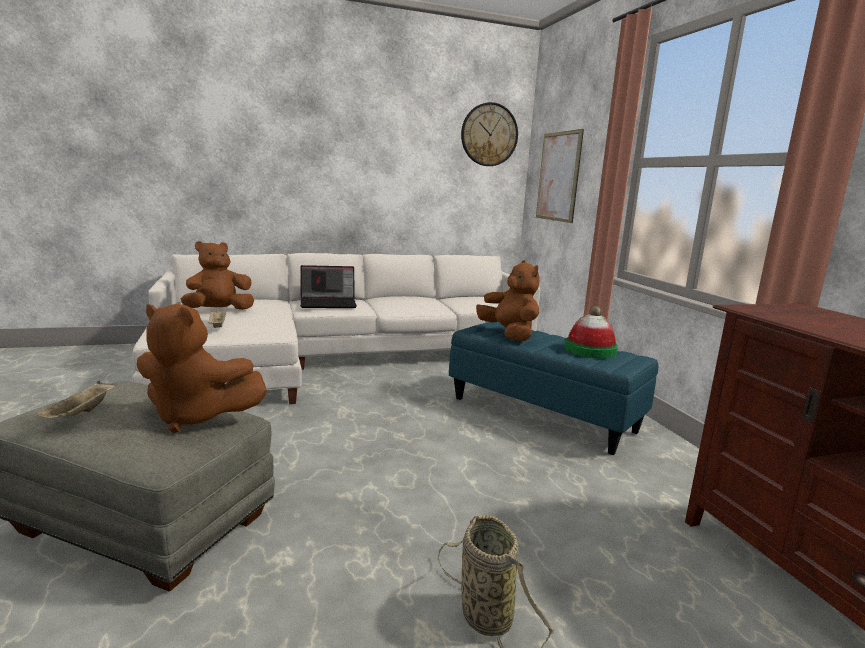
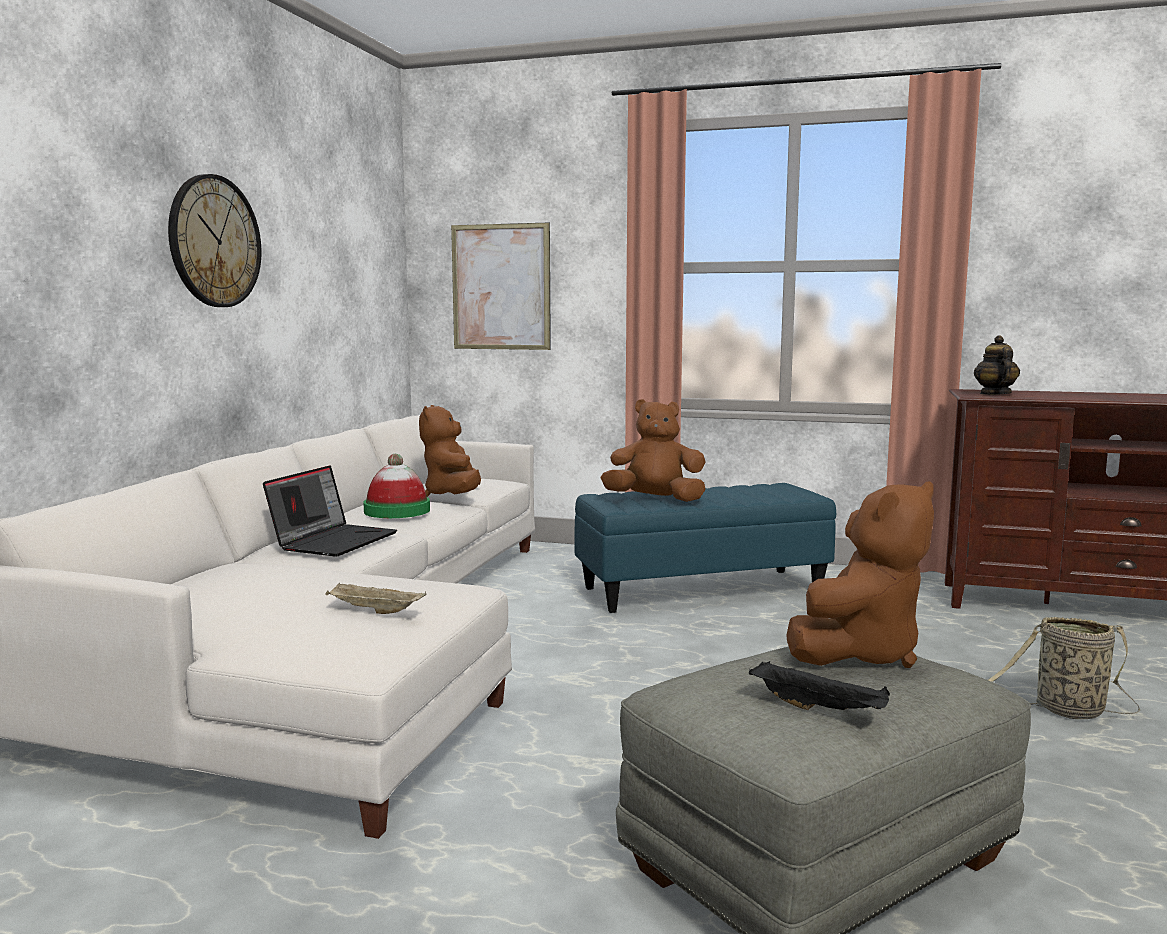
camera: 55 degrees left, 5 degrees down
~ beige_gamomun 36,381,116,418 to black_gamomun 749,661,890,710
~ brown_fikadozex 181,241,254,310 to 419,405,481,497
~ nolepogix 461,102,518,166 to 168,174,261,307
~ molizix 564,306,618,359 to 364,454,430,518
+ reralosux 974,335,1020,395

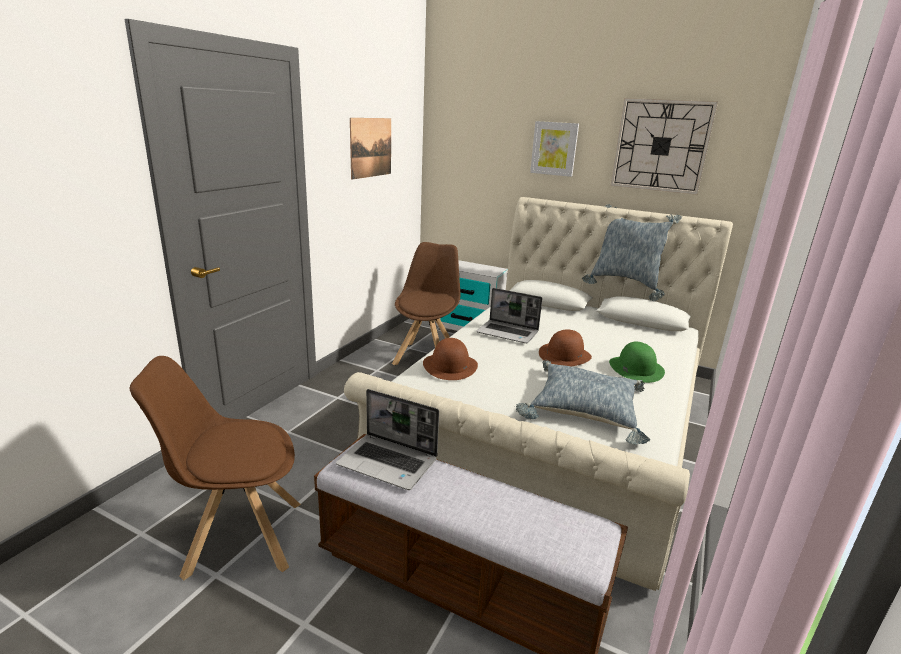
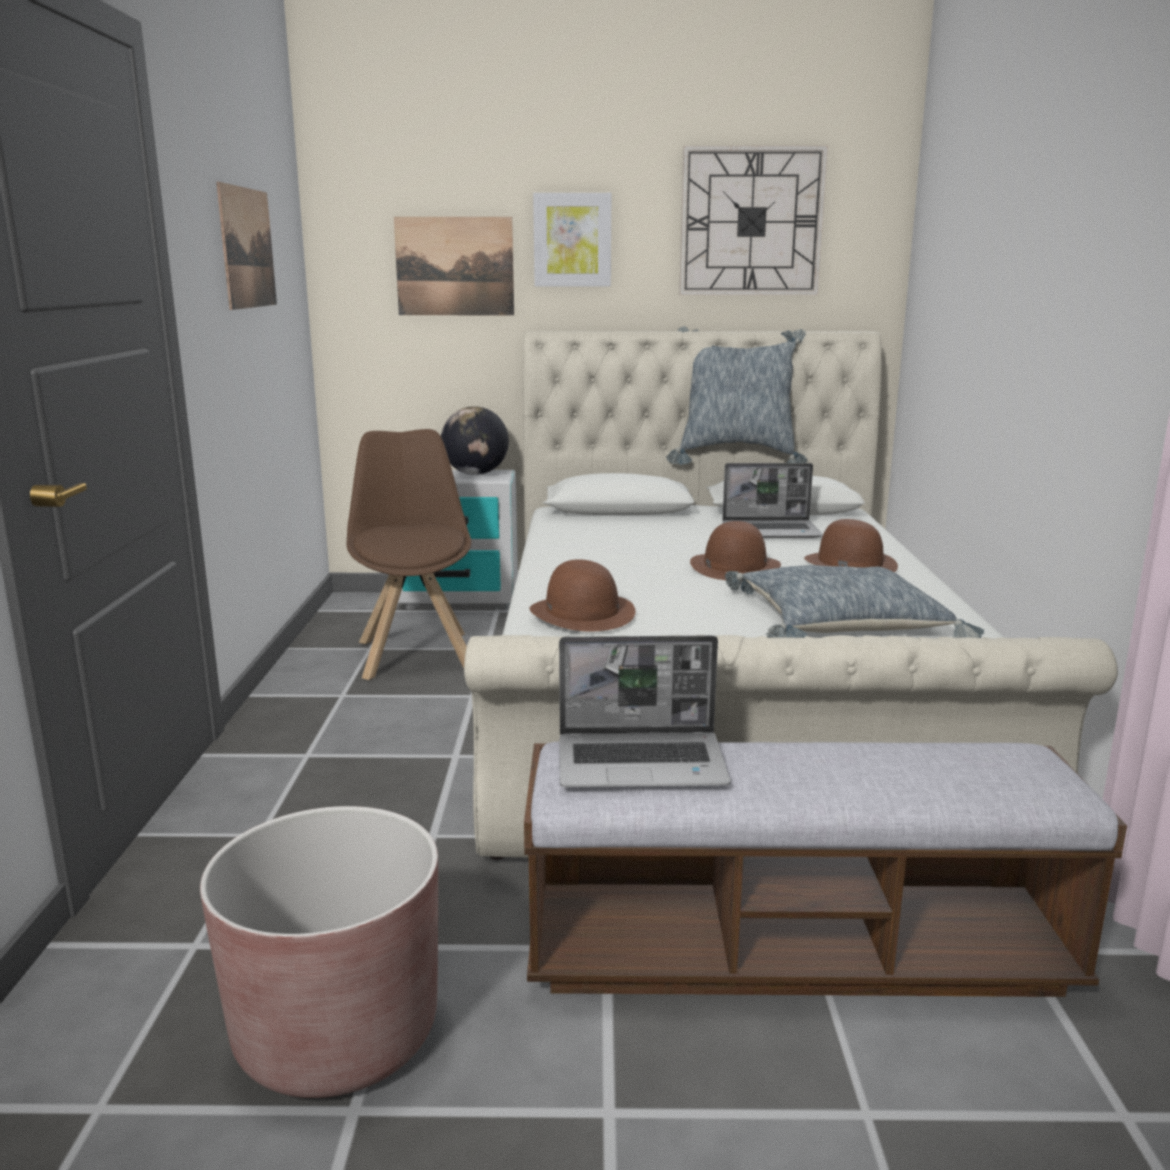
camera: 25 degrees left, 5 degrees down
~ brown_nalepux 130,356,301,580 to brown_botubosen 200,806,438,1098
~ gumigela 476,288,542,343 to 722,463,823,538
~ green_molizix 609,342,665,383 to brown_molizix 804,519,898,572
+ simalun 394,217,514,315
+ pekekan 441,406,509,475

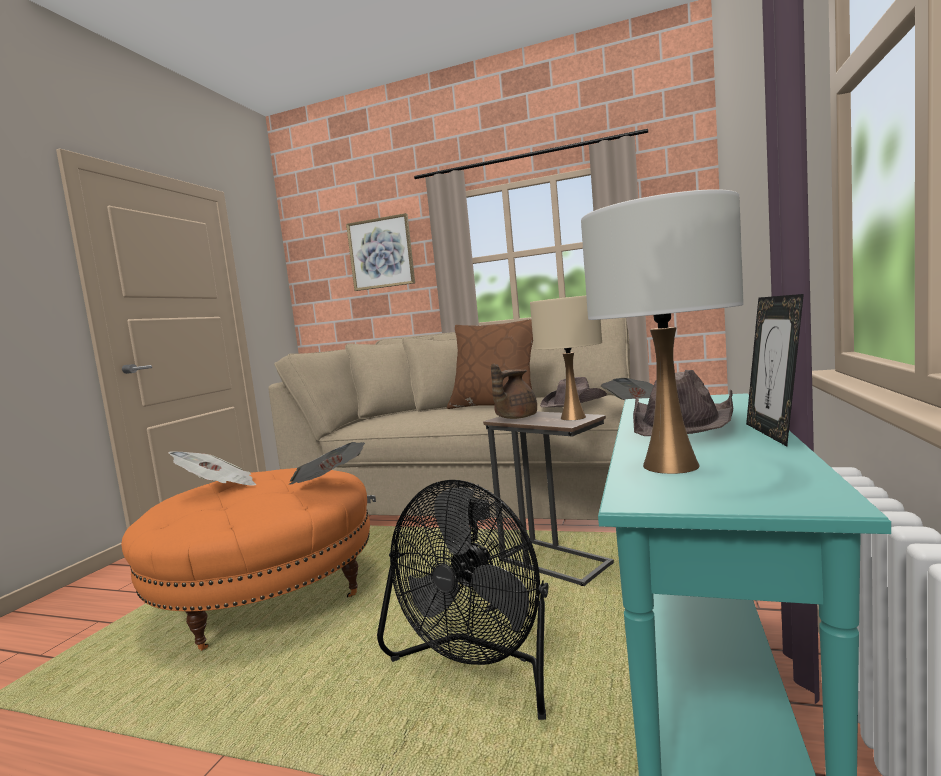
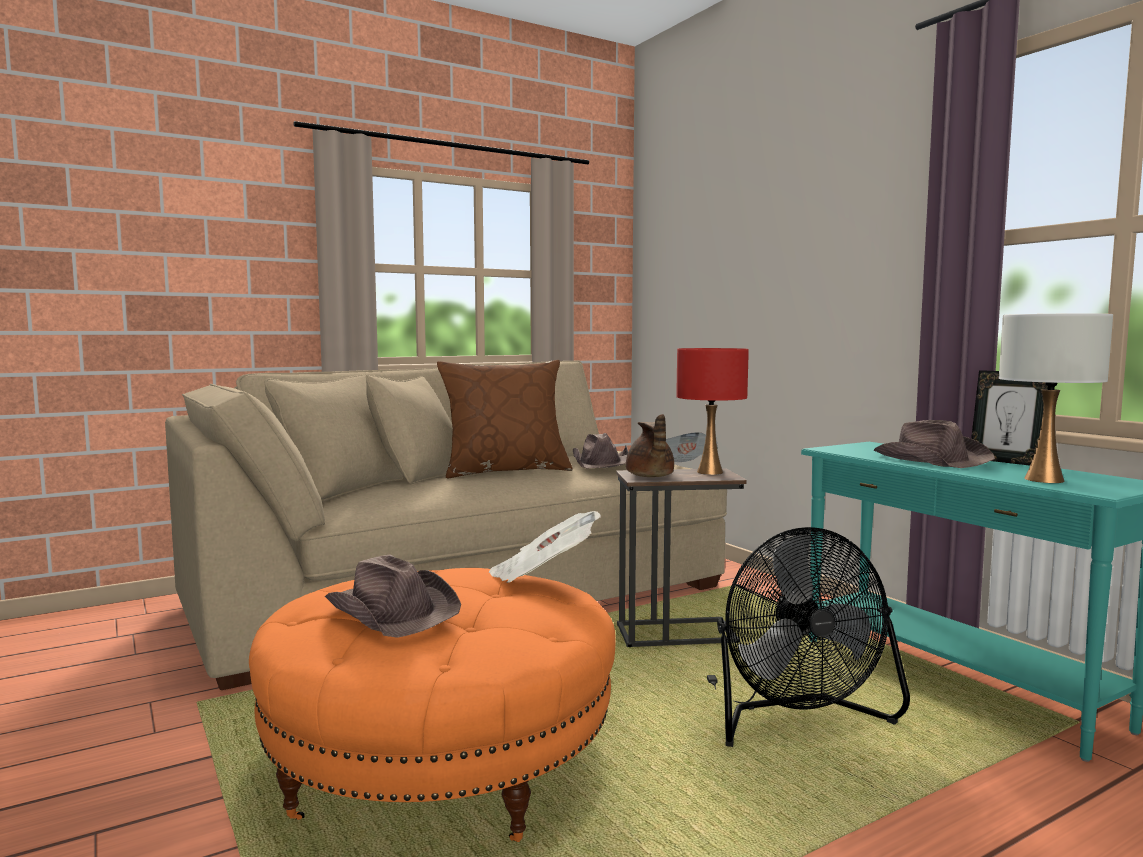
camera: 50 degrees left, 0 degrees up
~ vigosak 168,451,256,486 to brown_molizix 325,555,461,638
- simalun 346,213,415,291
~ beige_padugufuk 530,296,602,420 to red_padugufuk 676,348,749,475

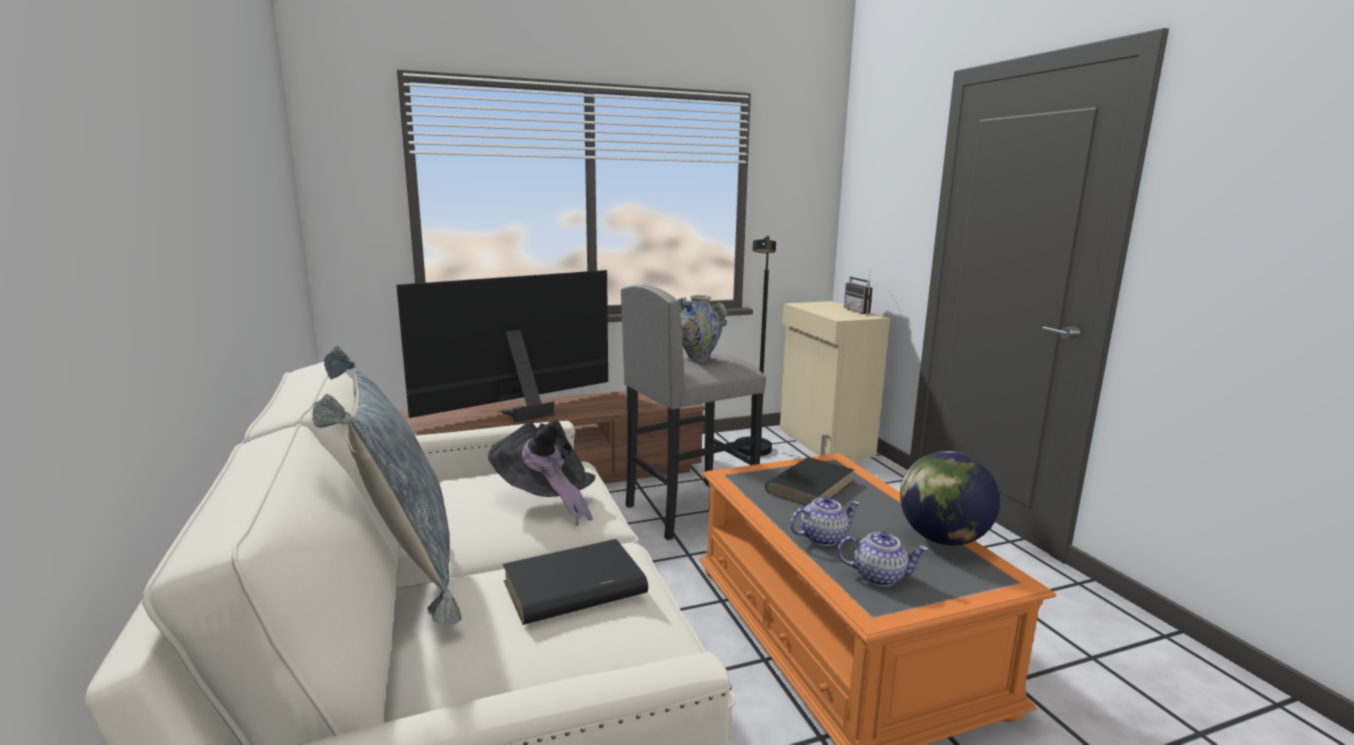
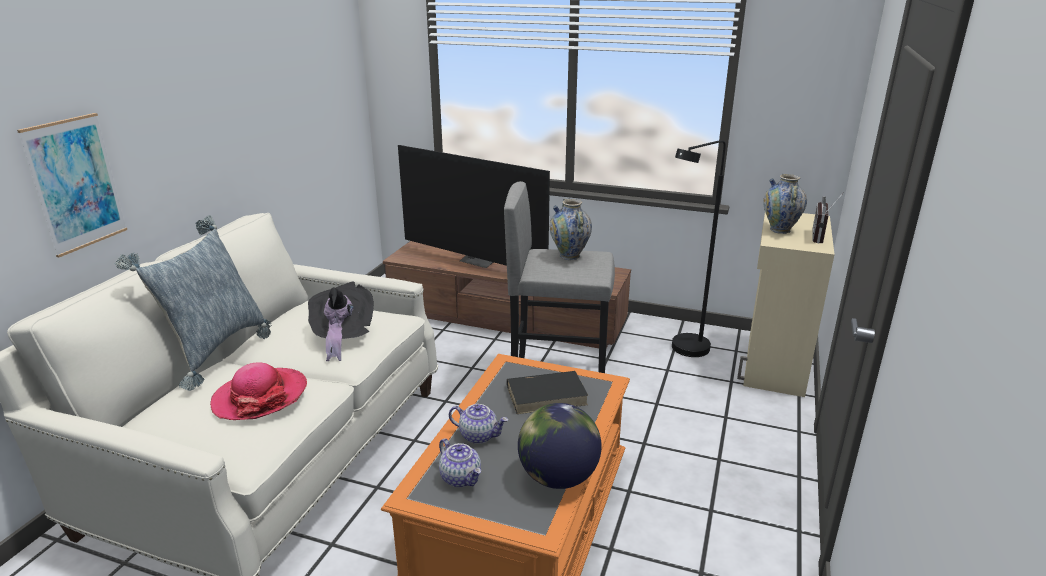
camera: 40 degrees right, 10 degrees up
~ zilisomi 396,270,608,422 = 398,145,550,268 150 degrees counterclockwise
~ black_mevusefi 503,539,648,625 to molizix 210,362,307,420
+ simalun 17,113,127,257
+ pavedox 763,174,807,234

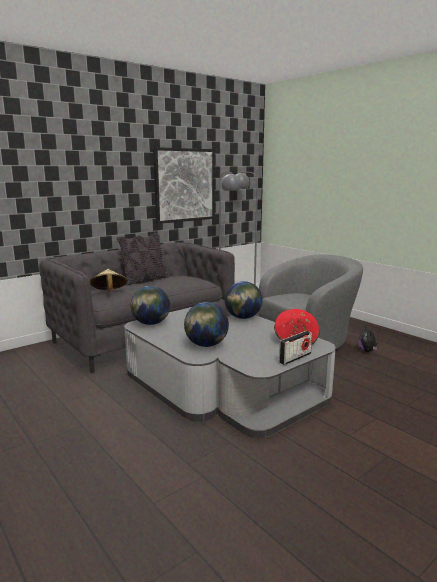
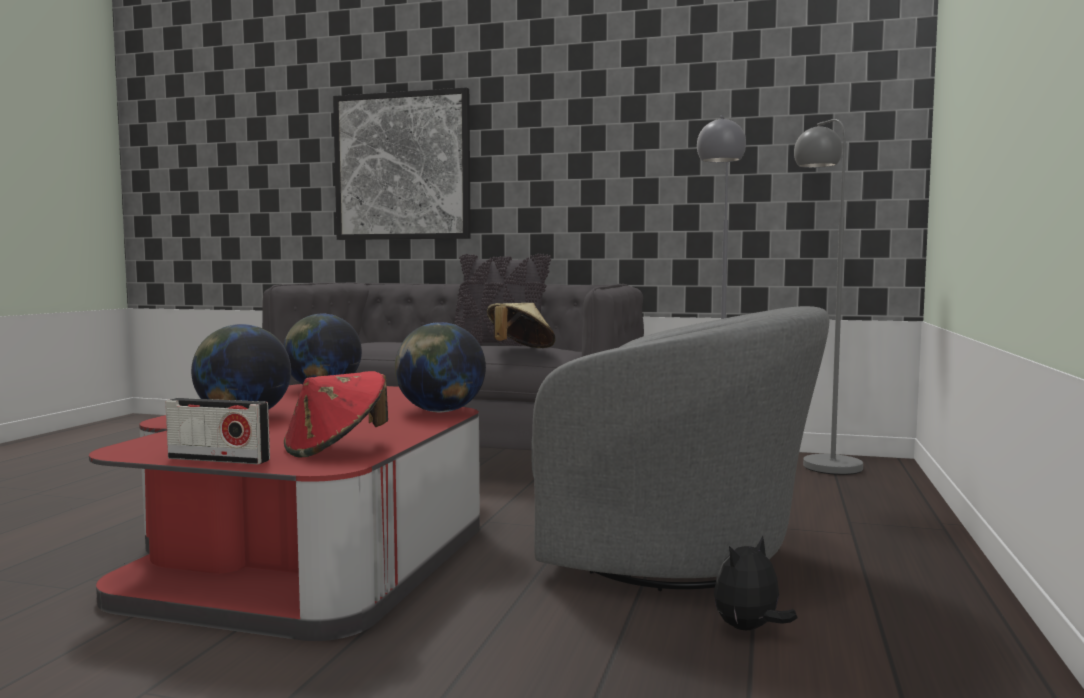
camera: 55 degrees right, 10 degrees down
~ beige_molizix 90,269,128,292 to 487,303,556,348
~ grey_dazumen 124,307,336,438 to red_dazumen 89,384,480,641
~ simalun 153,147,215,224 to 333,87,471,240

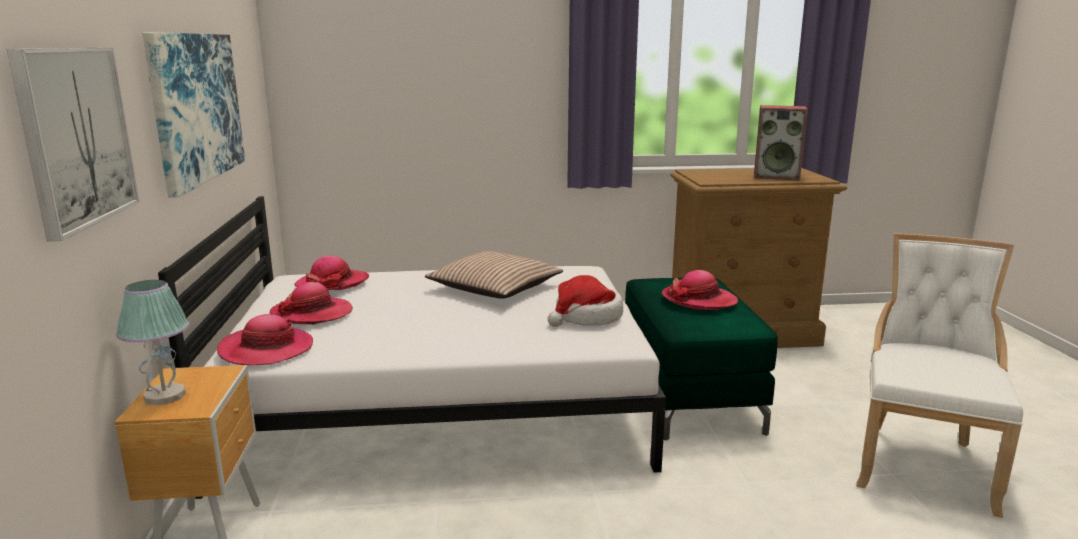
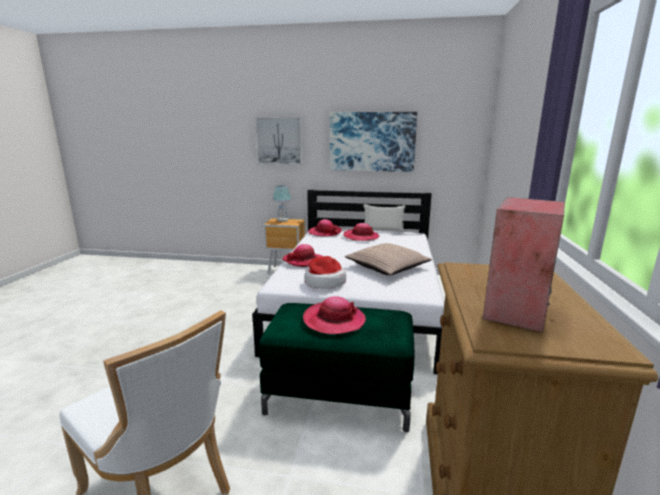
camera: 105 degrees right, 0 degrees up
~ molizix 294,256,369,290 to 283,244,324,267
+ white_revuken 363,204,405,232

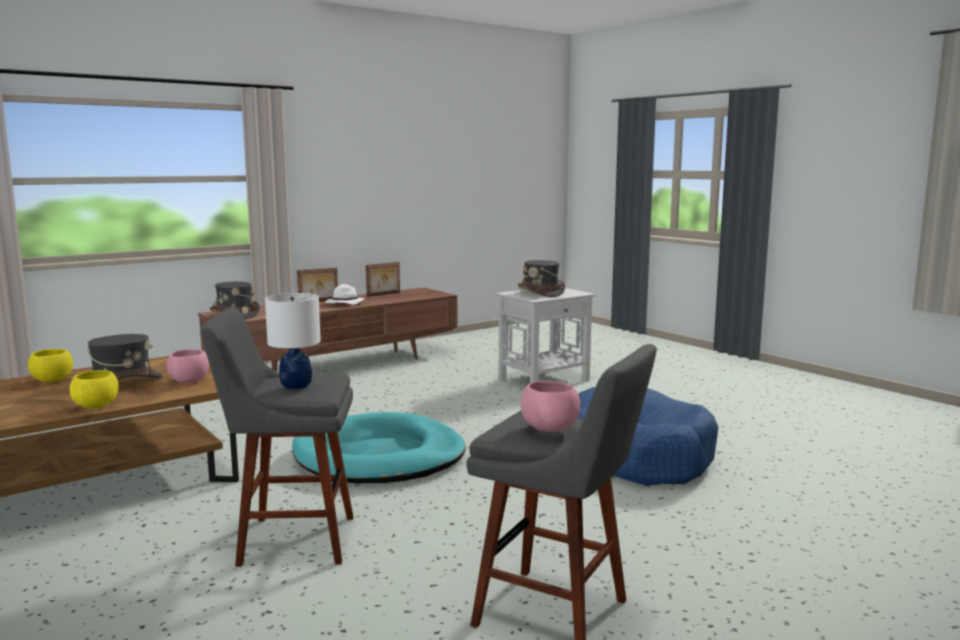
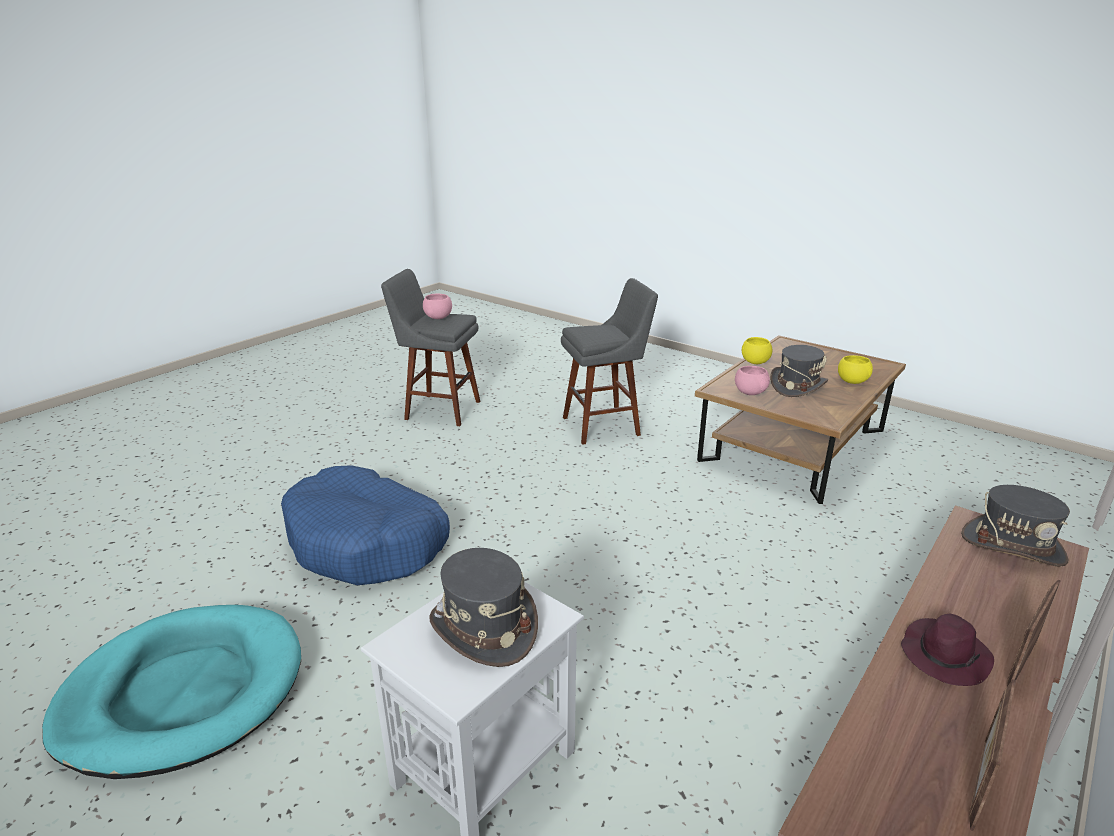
camera: 165 degrees right, 15 degrees up
- white_padugufuk 265,293,321,389
~ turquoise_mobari 292,412,465,483 to 42,605,301,779
~ white_molizix 325,284,365,305 to purple_molizix 901,614,994,686

